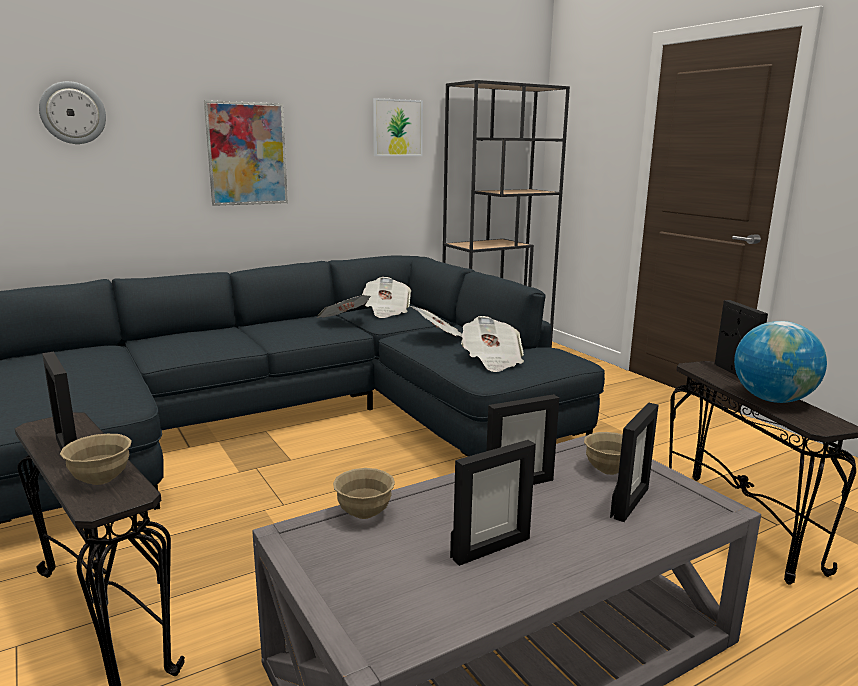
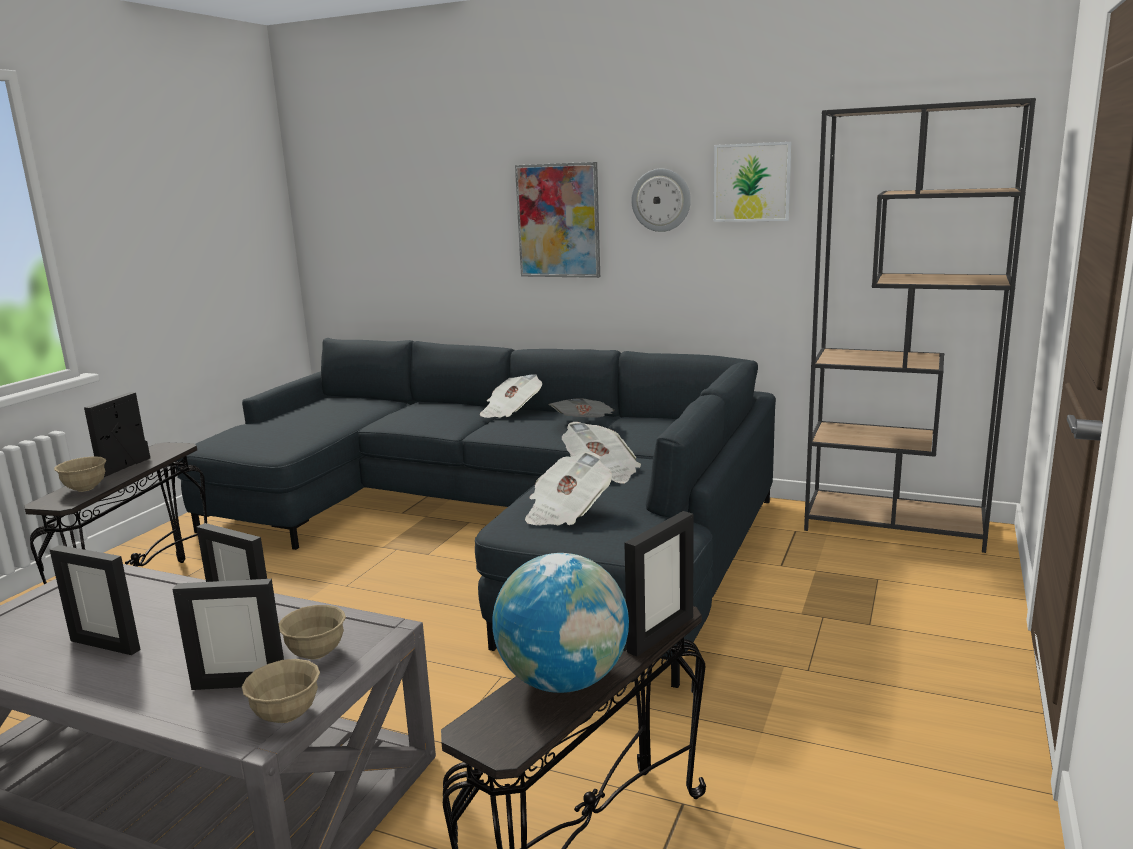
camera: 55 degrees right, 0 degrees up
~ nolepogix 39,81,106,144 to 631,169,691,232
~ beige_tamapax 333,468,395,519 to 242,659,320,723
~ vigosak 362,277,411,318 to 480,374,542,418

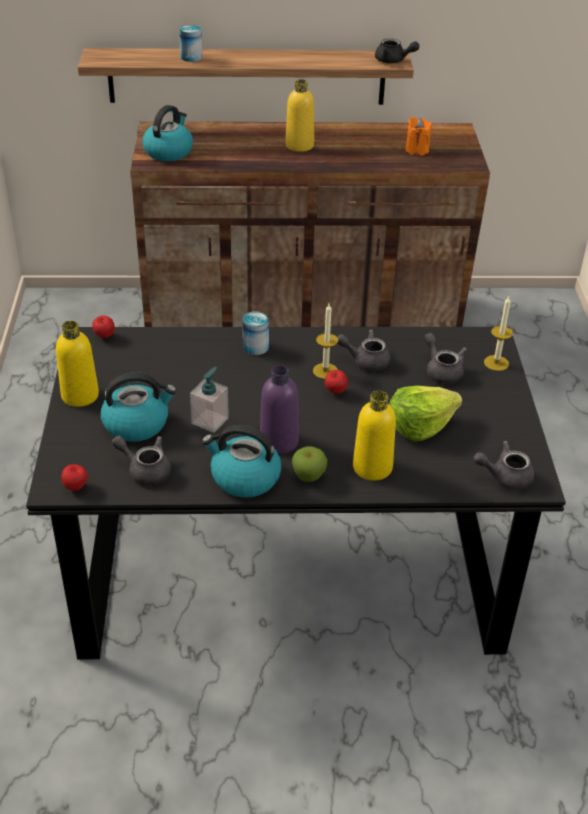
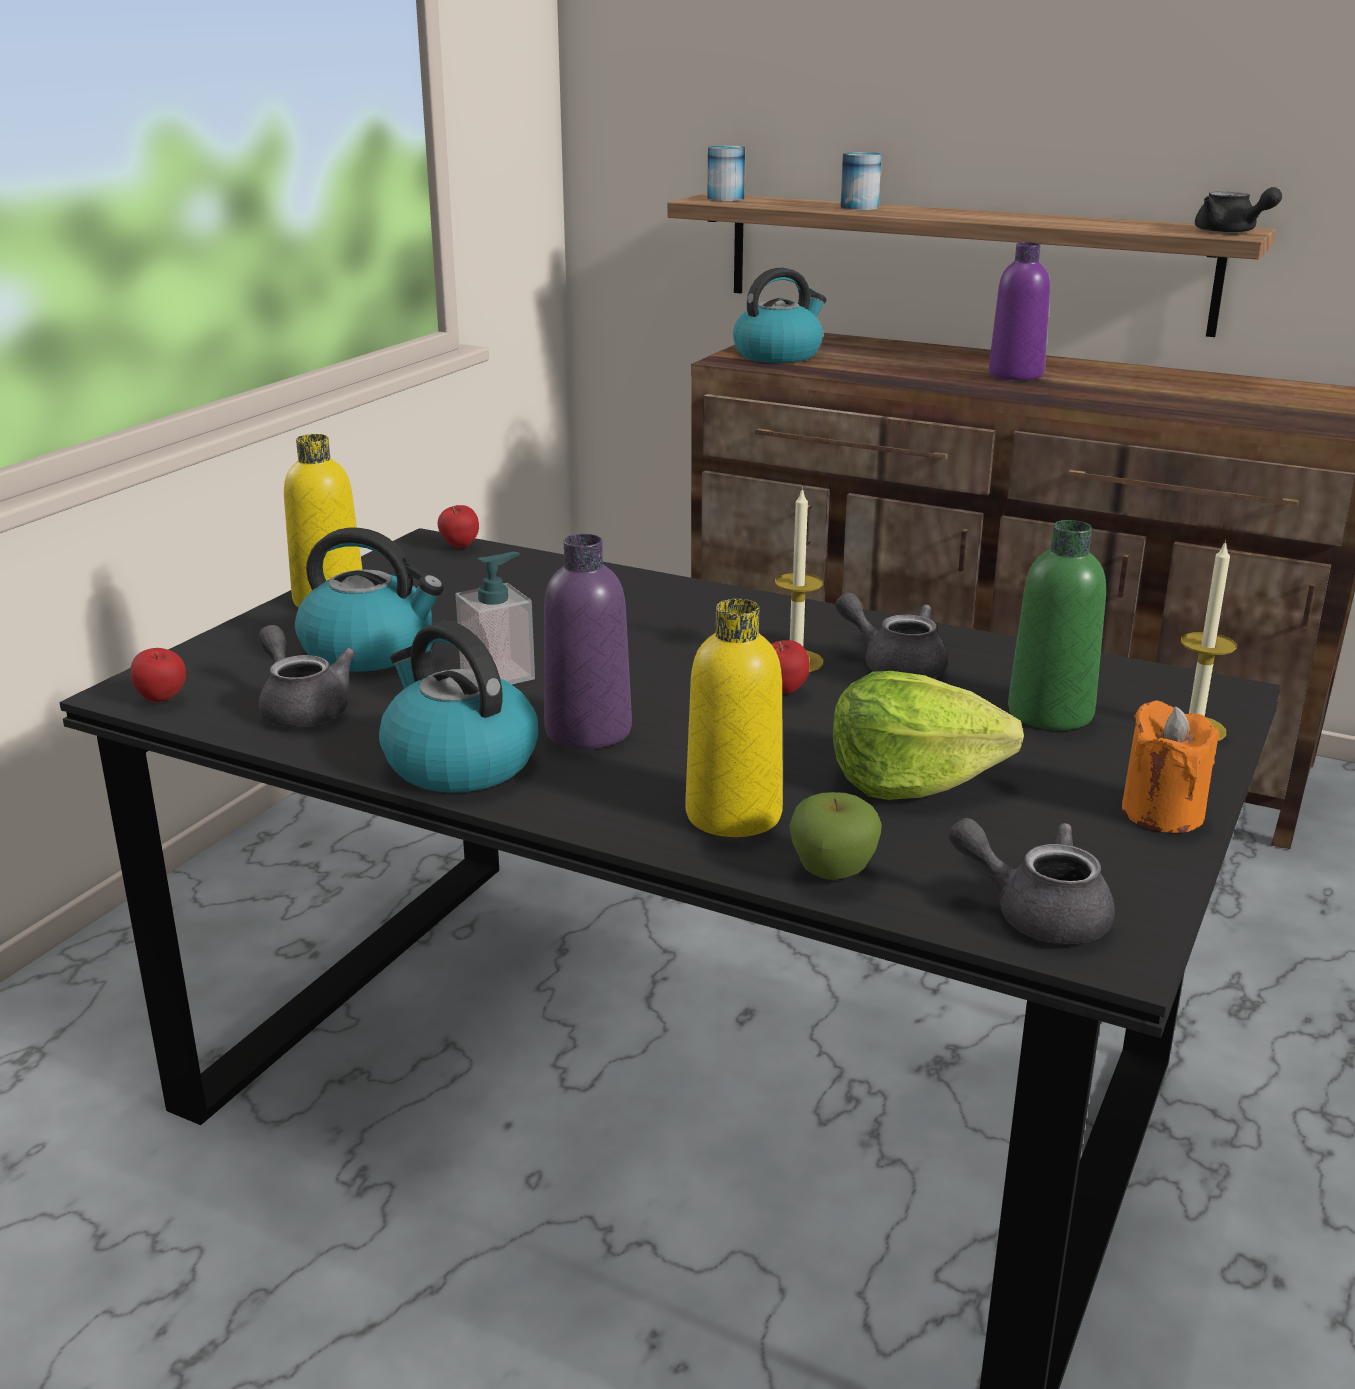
camera: 30 degrees right, 15 degrees down
~ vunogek 243,311,269,355 to 708,145,745,201
~ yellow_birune 285,79,314,152 to purple_birune 989,242,1050,380
~ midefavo 292,446,327,482 to 789,792,882,880
~ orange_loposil 405,117,432,156 to 1122,700,1219,833
~ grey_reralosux 424,333,467,384 to green_birune 1008,520,1106,730

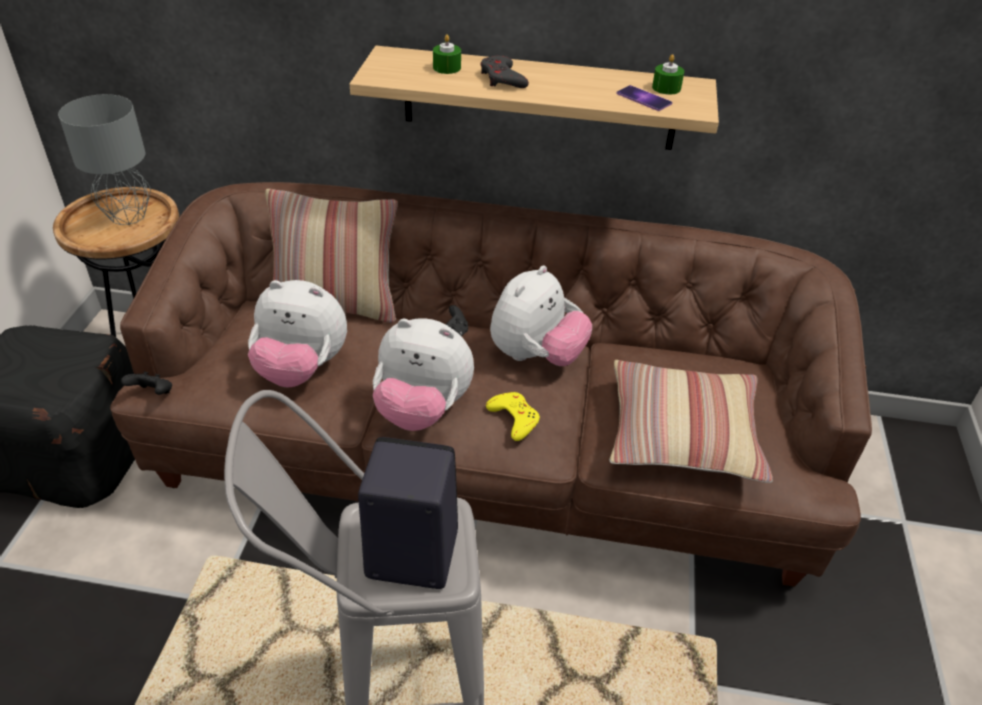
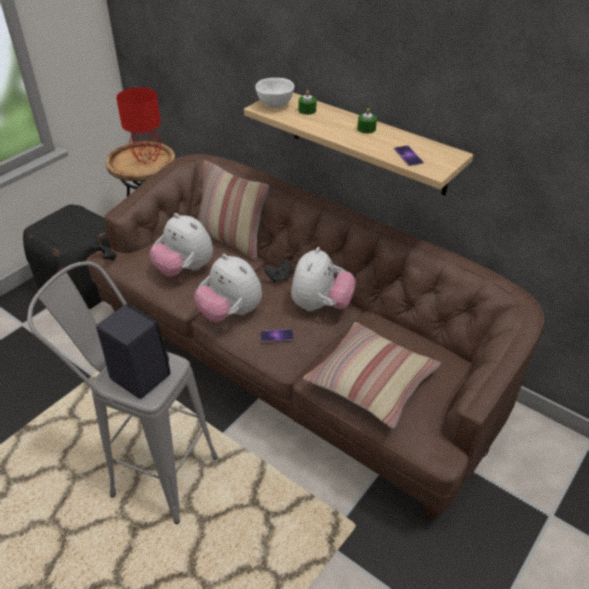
camera: 30 degrees right, 0 degrees up
~ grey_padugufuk 58,94,151,225 to red_padugufuk 116,87,162,164
- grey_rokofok 481,55,529,88
~ yellow_rokofok 486,392,540,441 to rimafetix 260,329,294,342
~ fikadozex 490,265,592,366 = 291,247,356,312 45 degrees counterclockwise
~ green_loposil 652,54,684,95 to 357,108,377,134
+ white_tamapax 255,78,294,108

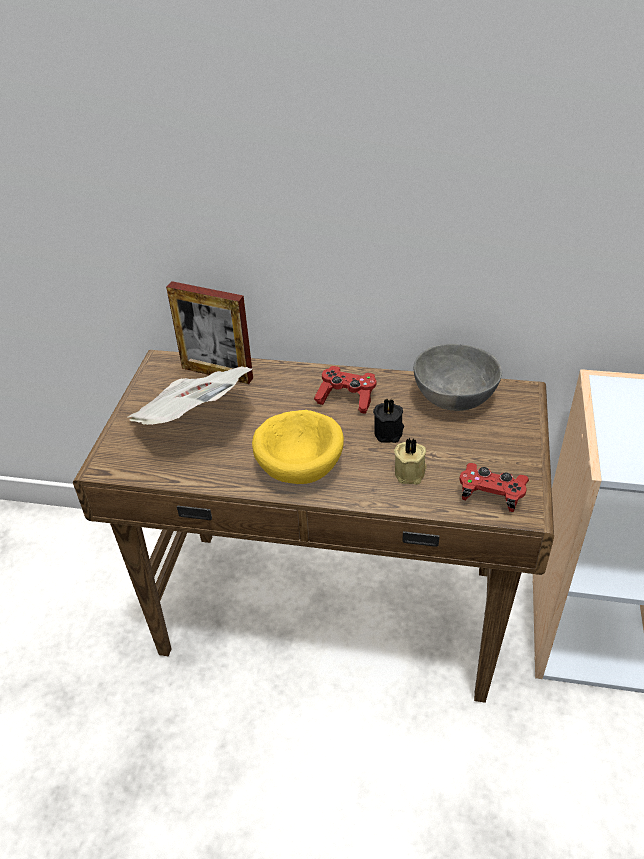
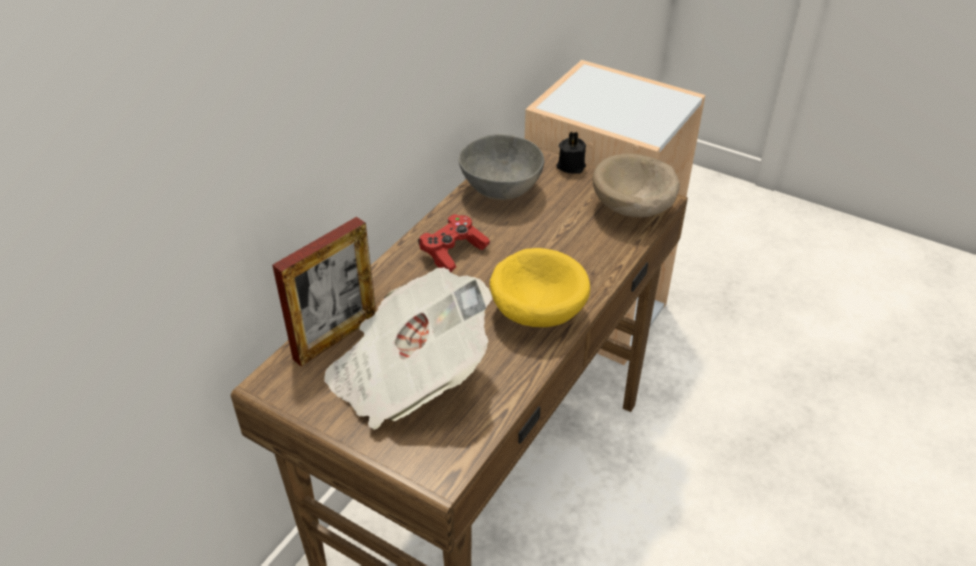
camera: 70 degrees left, 0 degrees up
~ black_loposil 373,398,404,443 to 556,131,586,174
- beige_loposil 394,438,427,485
~ red_rokofok 460,463,529,512 to beige_tamapax 593,154,680,217

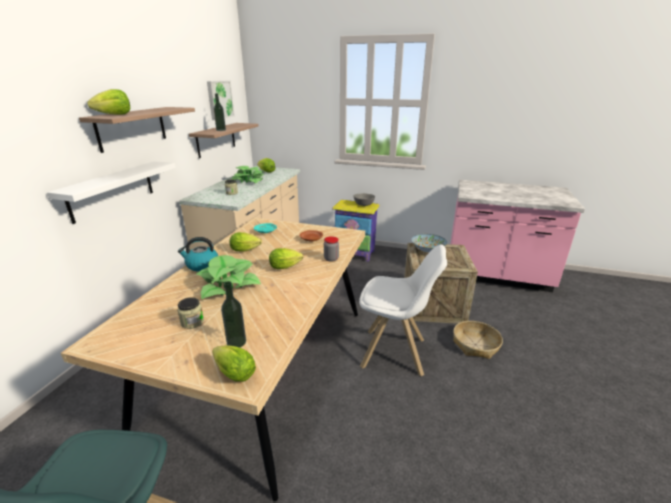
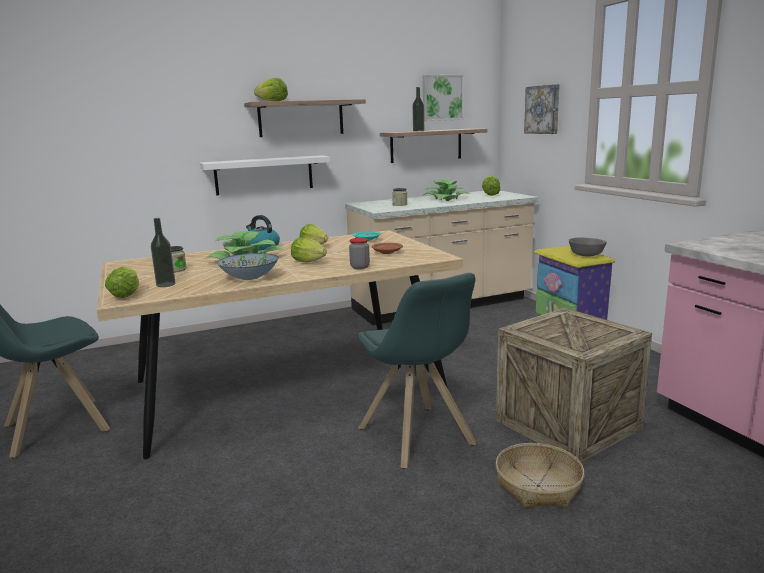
camera: 50 degrees right, 10 degrees down
~ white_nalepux 359,244,447,376 to turquoise_nalepux 357,273,476,469
~ tamapax 411,234,447,252 to 217,253,279,280
+ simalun 524,84,560,134

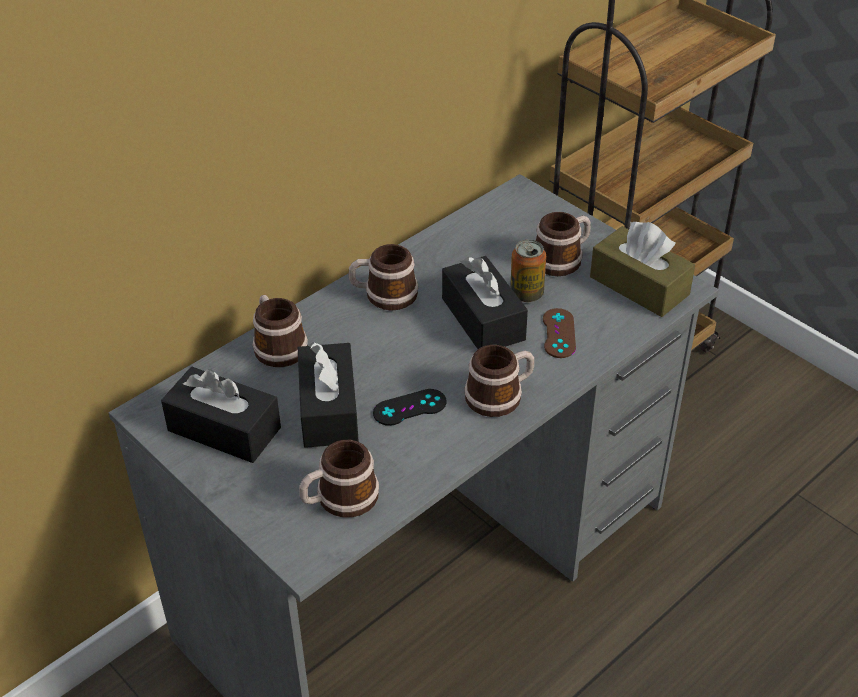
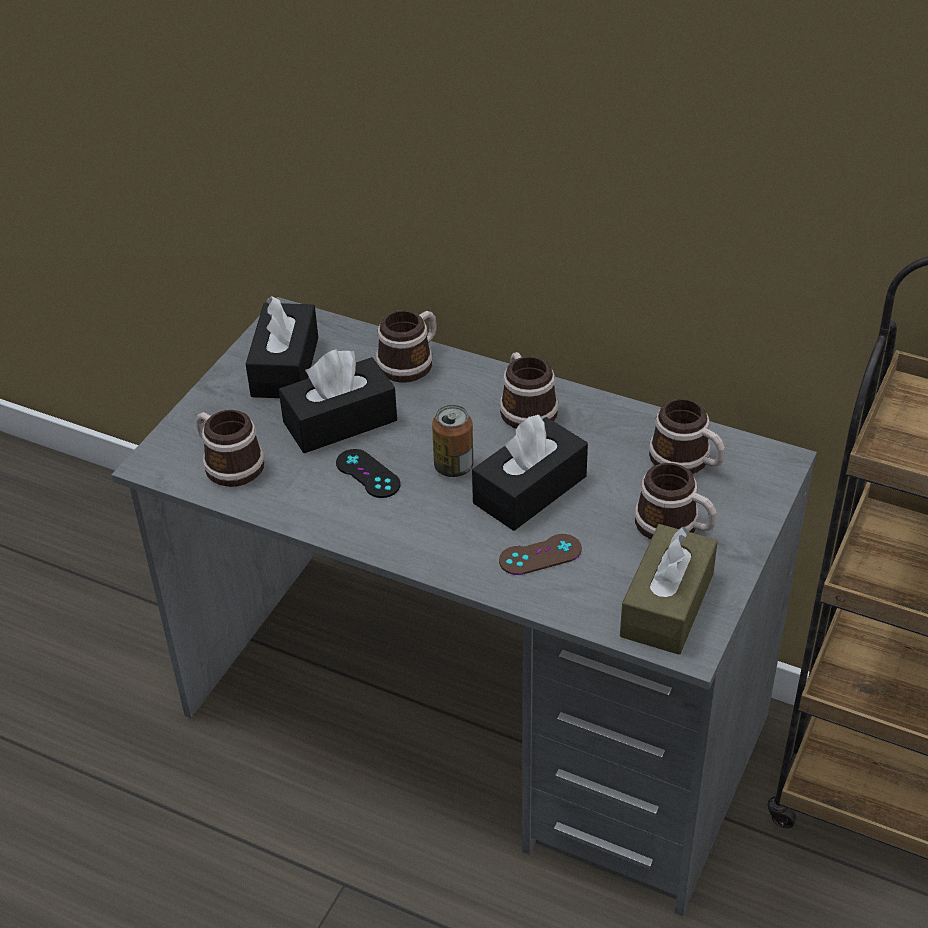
camera: 70 degrees right, 0 degrees up
~ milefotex 464,345,534,417 to 649,398,725,474
~ vunogek 510,239,546,302 to 432,405,474,477

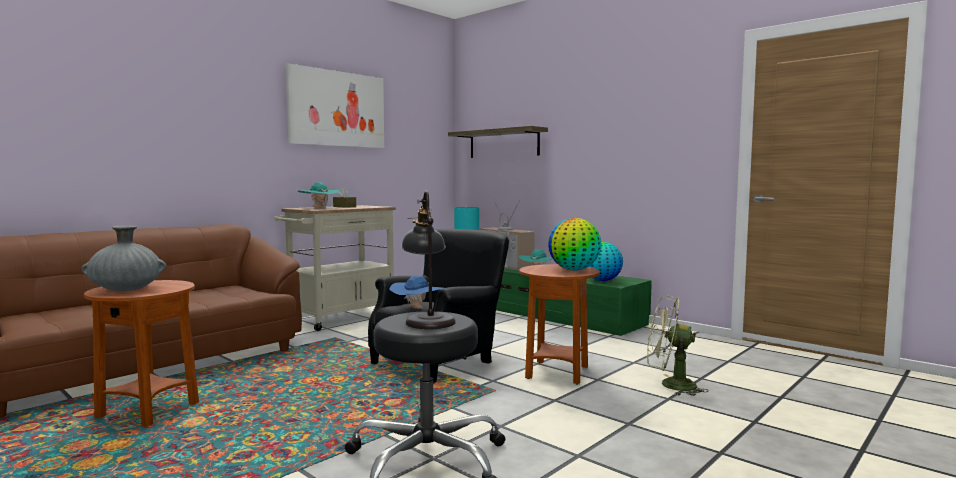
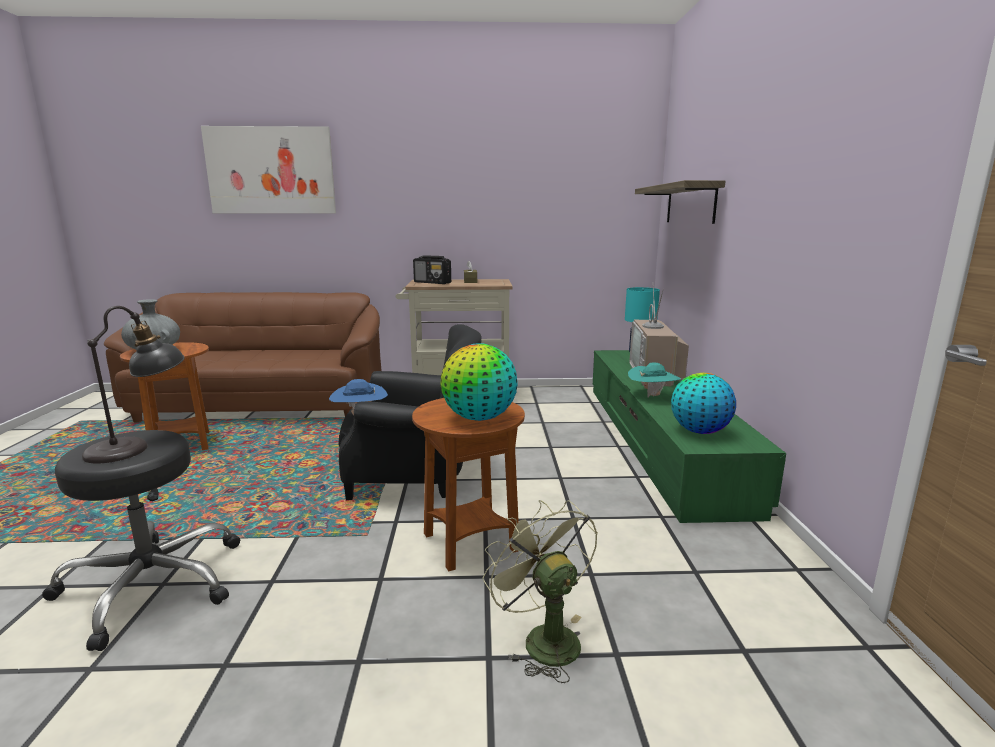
camera: 45 degrees right, 10 degrees up
~ simalun 286,63,384,148 to 201,126,336,213
~ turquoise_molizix 298,183,340,209 to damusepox 413,255,451,284

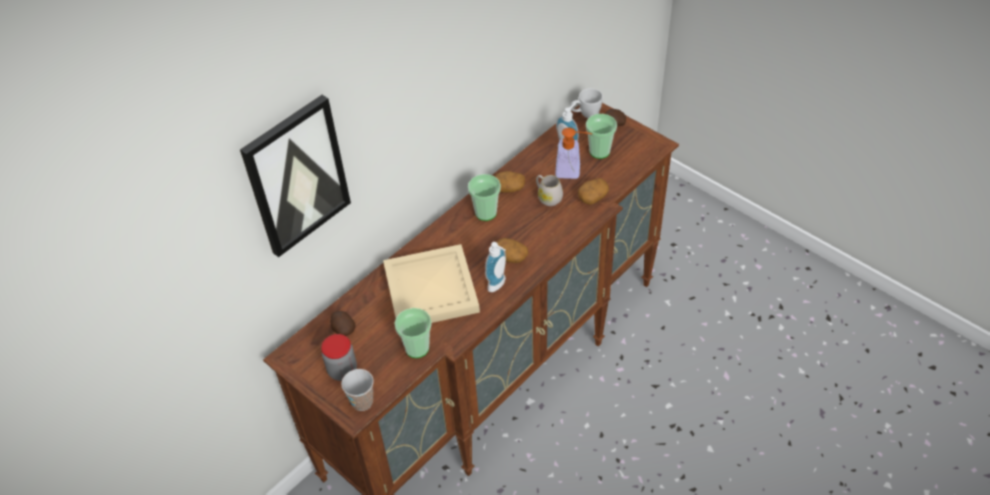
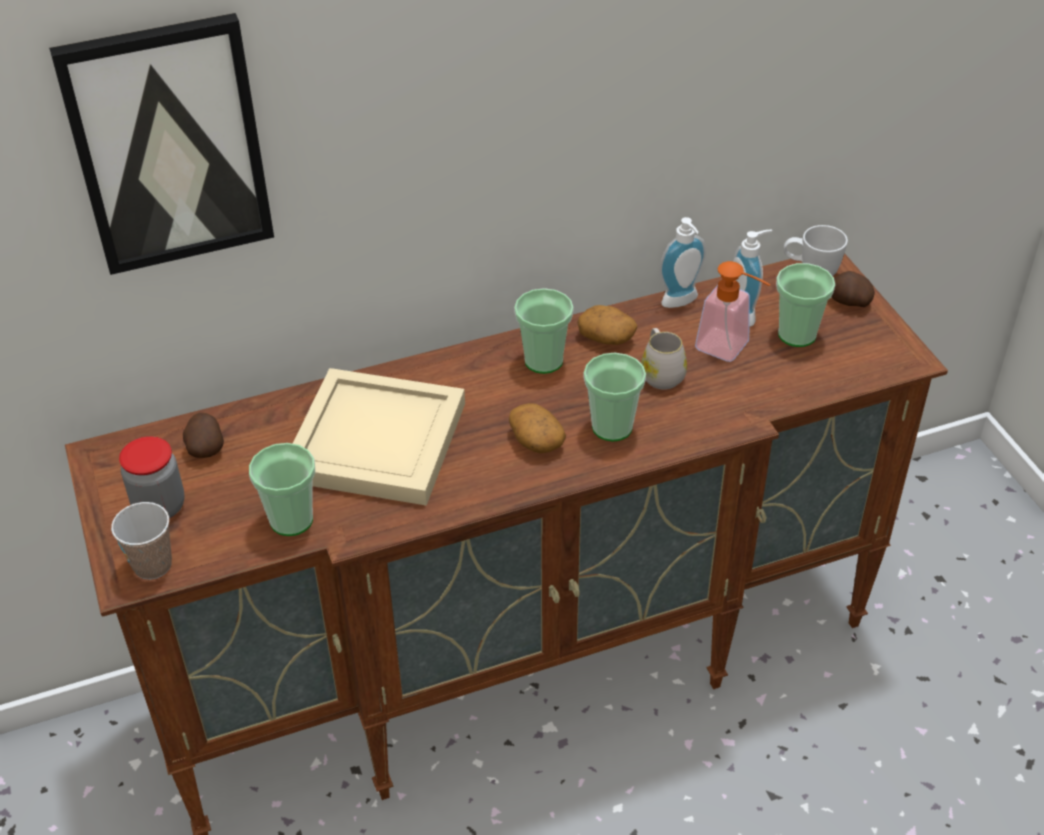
camera: 25 degrees right, 5 degrees down
~ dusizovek 485,242,506,292 to 660,217,706,308
- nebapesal 578,178,609,205
+ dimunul 584,353,646,442

